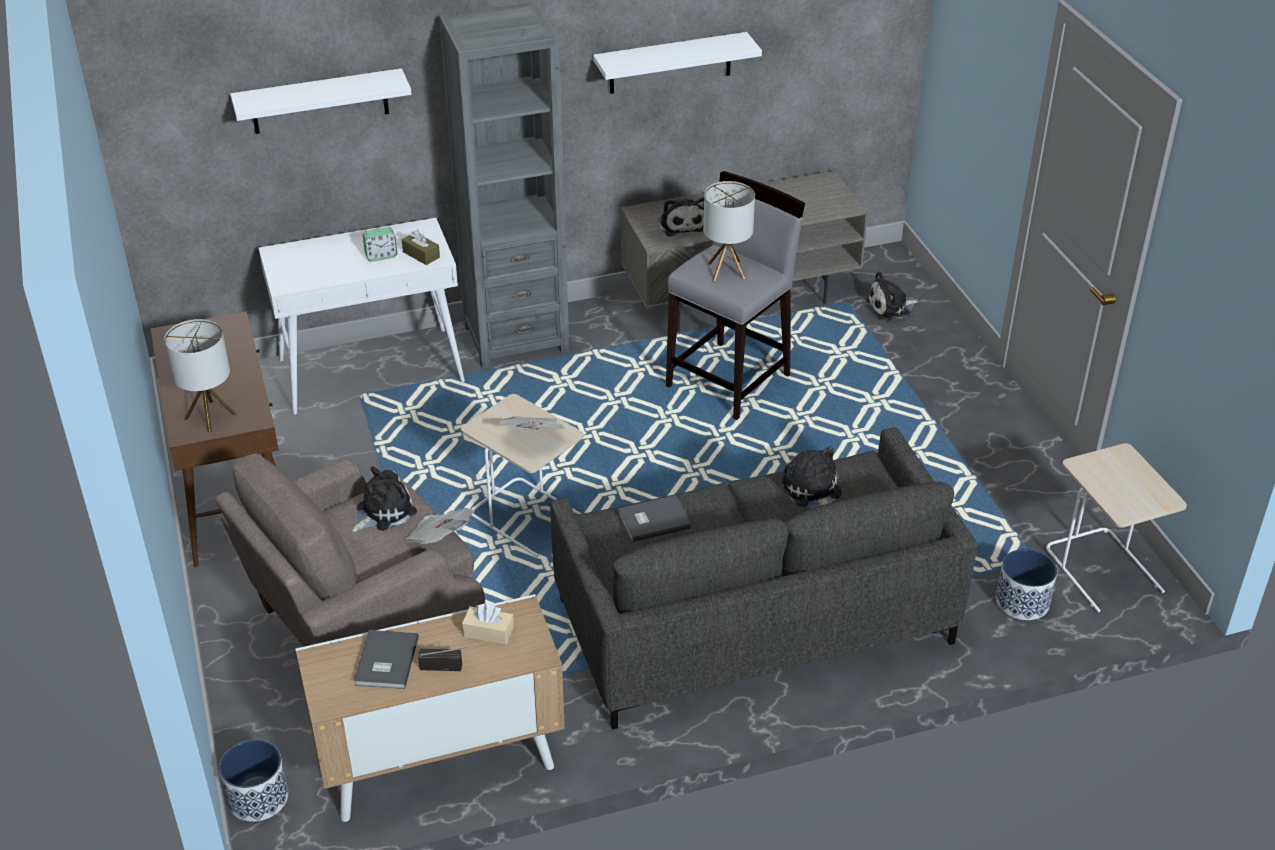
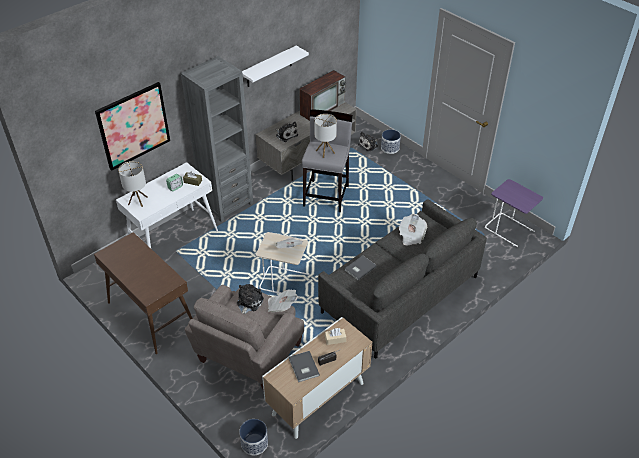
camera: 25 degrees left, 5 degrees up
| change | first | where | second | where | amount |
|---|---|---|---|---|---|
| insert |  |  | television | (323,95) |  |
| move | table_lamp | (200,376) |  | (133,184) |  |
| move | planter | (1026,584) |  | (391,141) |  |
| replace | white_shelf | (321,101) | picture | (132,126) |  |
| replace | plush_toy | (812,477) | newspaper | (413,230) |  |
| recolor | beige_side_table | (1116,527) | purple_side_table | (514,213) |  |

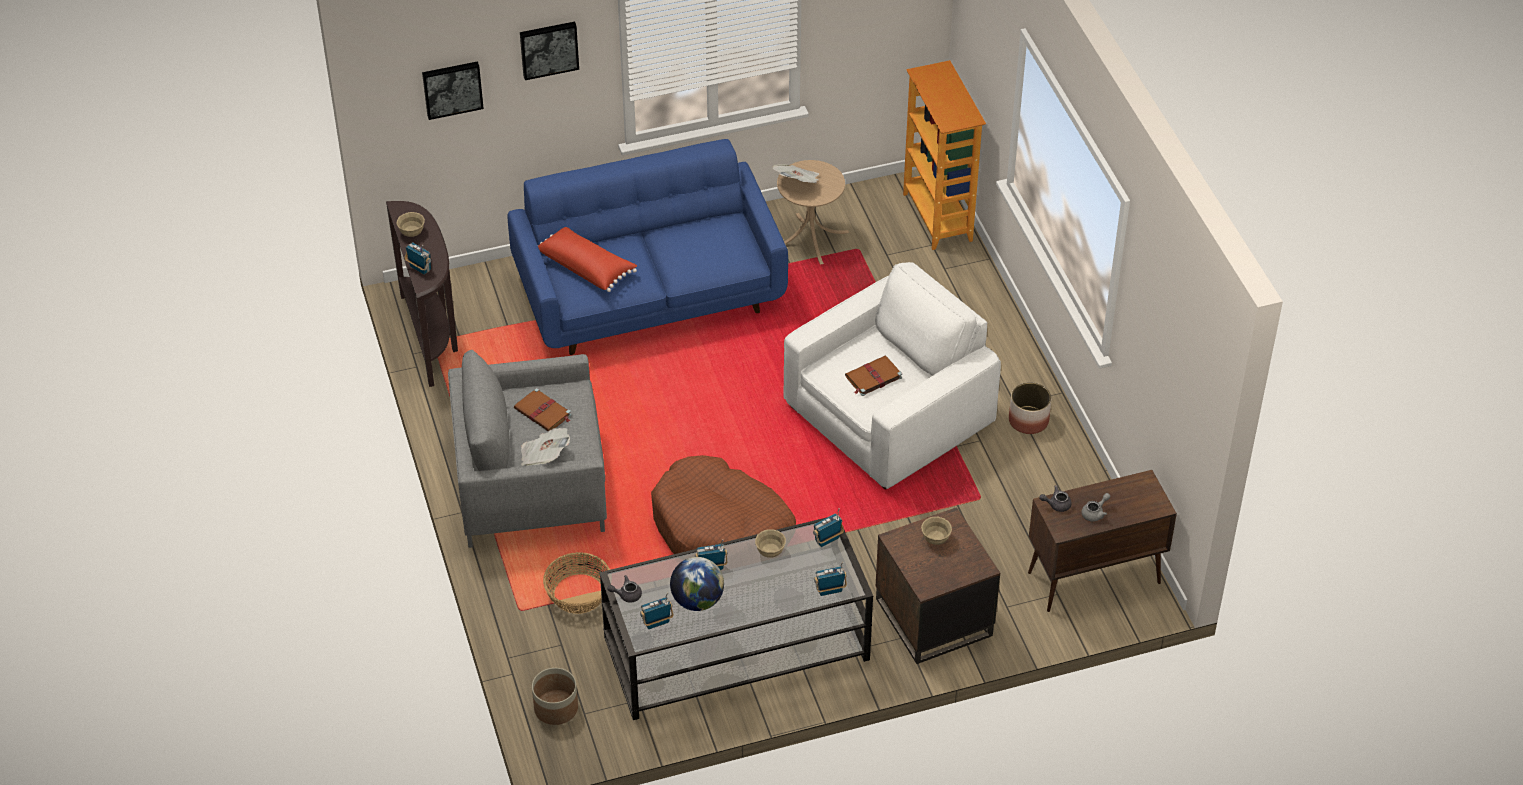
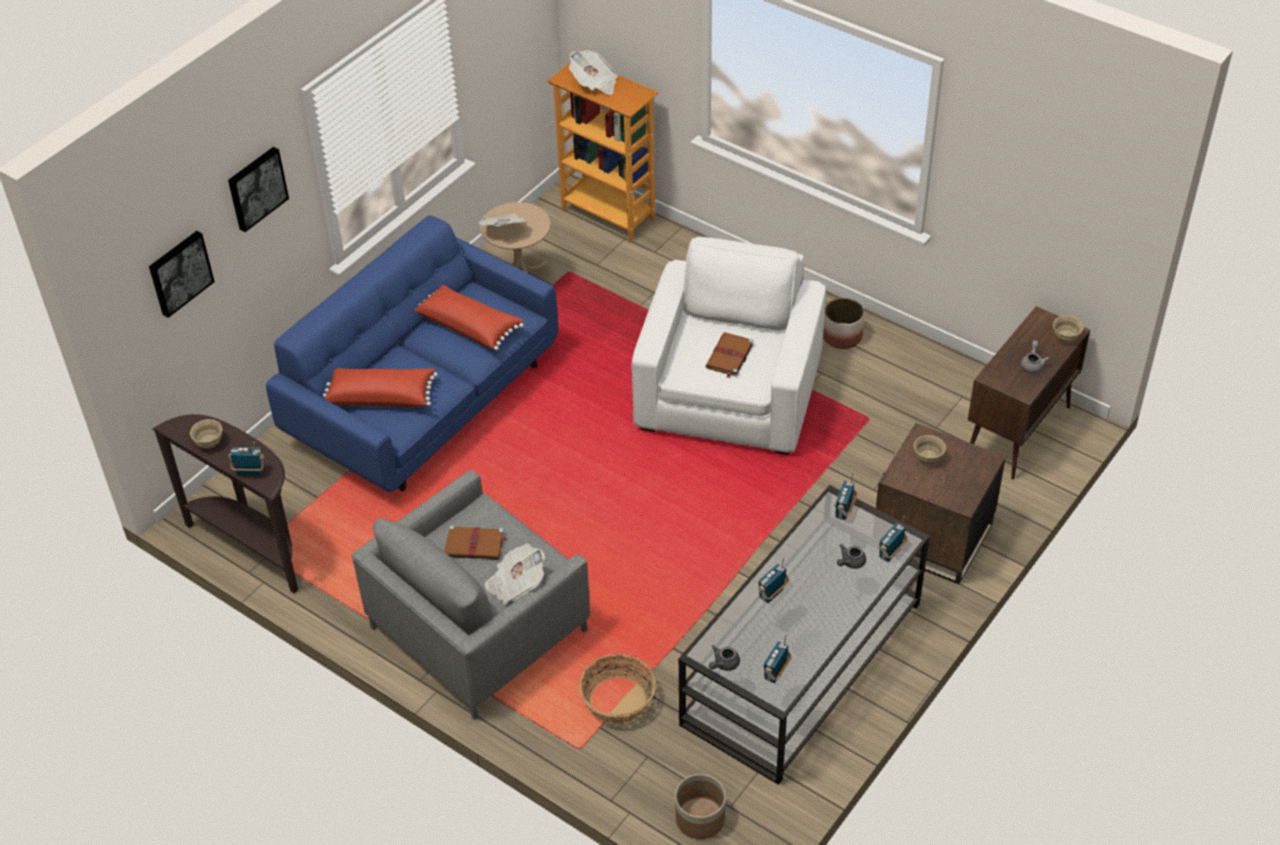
camera: 35 degrees left, 0 degrees up
| change | first | where | second | where | amount |
|---|---|---|---|---|---|
| delete | brown_dog_bed | (723,504) |  |  |  |
| delete | globe | (697,584) |  |  |  |
| insert |  |  | red_pillow | (469,317) |  |
| insert |  |  | newspaper | (593,72) |  |
| move | beige_bowl | (770,543) |  | (1068,328) |  |
| move | grey_teapot | (1055,498) |  | (851,556) |  |

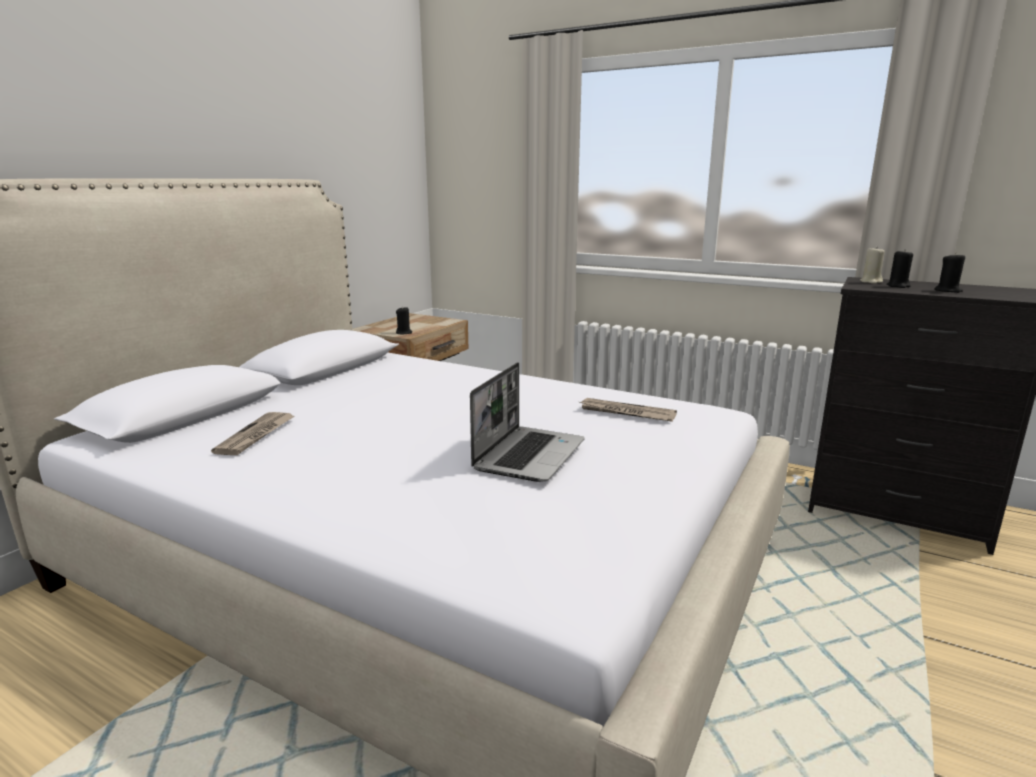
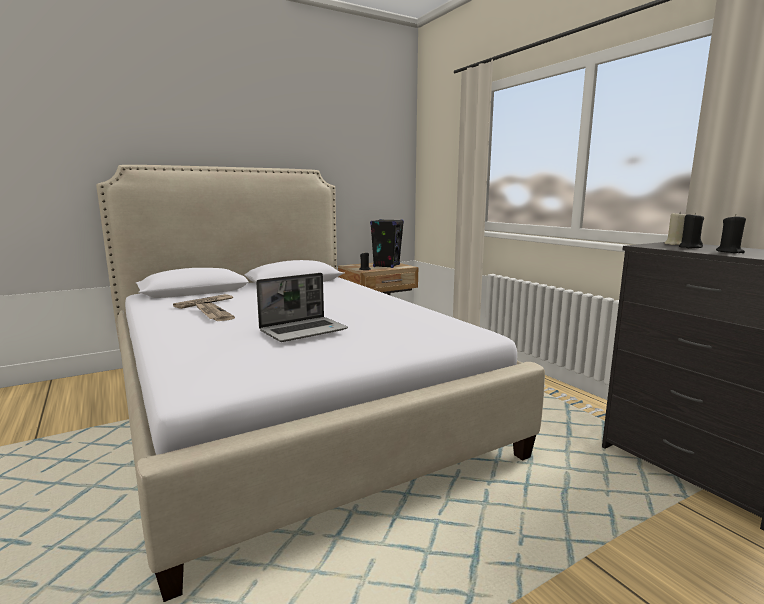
camera: 30 degrees right, 5 degrees down
| change | first | where | second | where | amount |
|---|---|---|---|---|---|
| insert |  |  | black_speaker | (387,243) |  |
| move | newspaper | (628,410) |  | (215,312) |  |

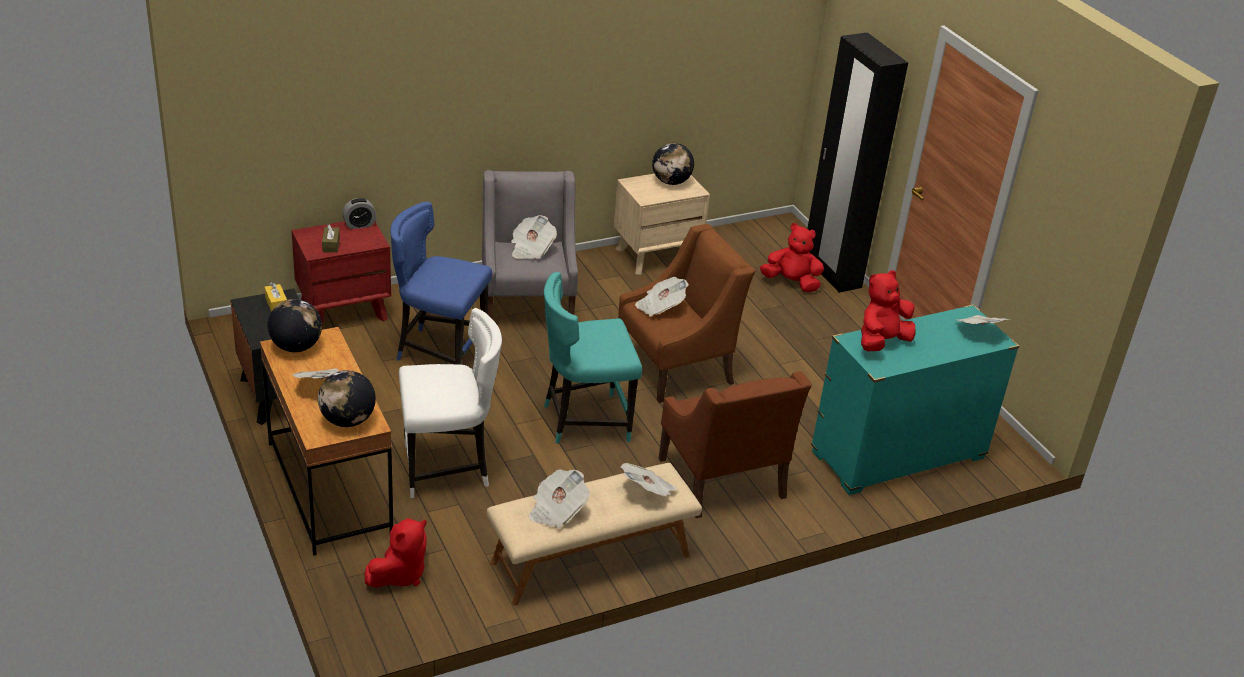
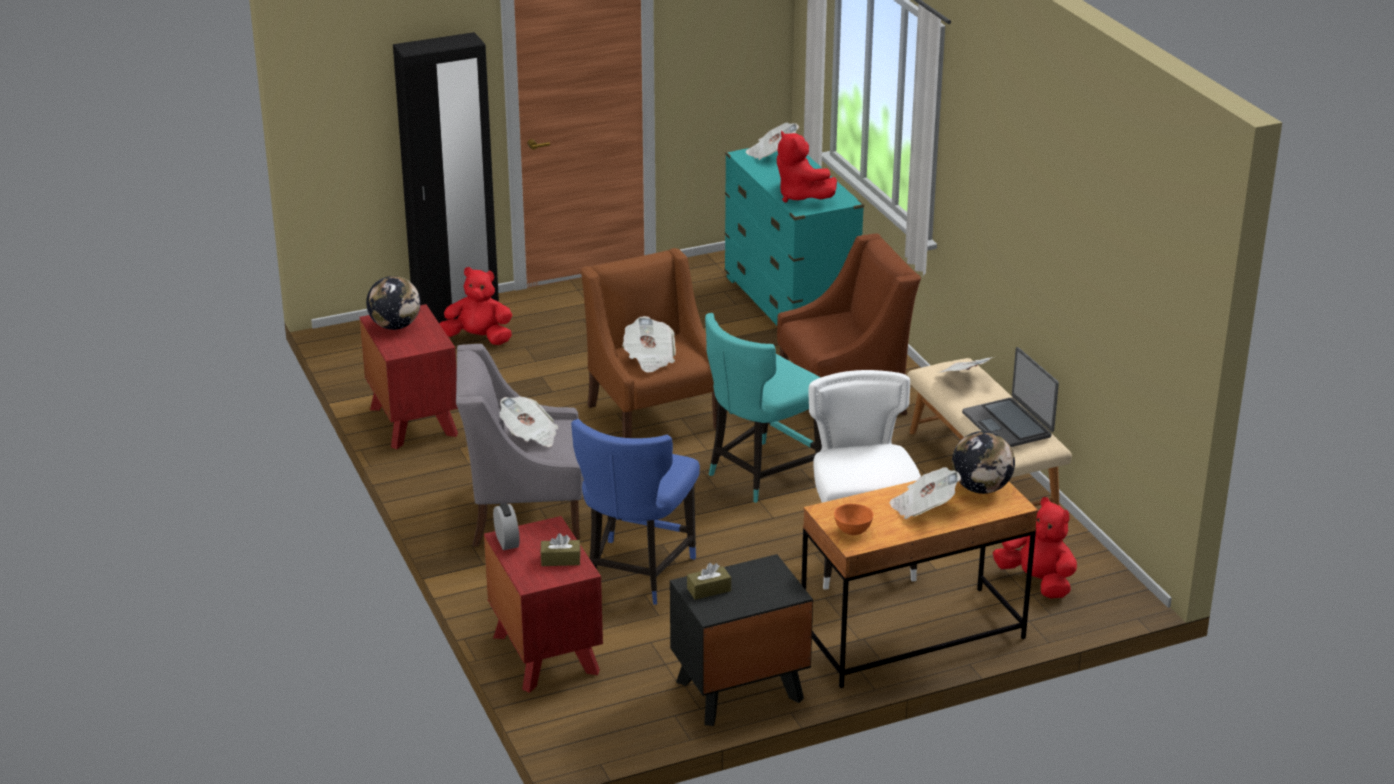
camera: 85 degrees left, 5 degrees down
| change | first | where | second | where | amount |
|---|---|---|---|---|---|
| replace | globe | (294,325) | orange_bowl | (853,519) |  |
| replace | newspaper | (559,498) | laptop | (1010,397) |  |
| recolor | yellow_tissue_box | (275,297) | brown_tissue_box | (709,581) |  |
| recolor | beige_nightstand | (662,224) | red_nightstand | (408,376) |  |
| rotate | turquoise_chair | (593,358) |  | (763,408) | 60 degrees clockwise |
| rotate | red_plush_toy | (792,258) |  | (475,306) | 75 degrees clockwise |

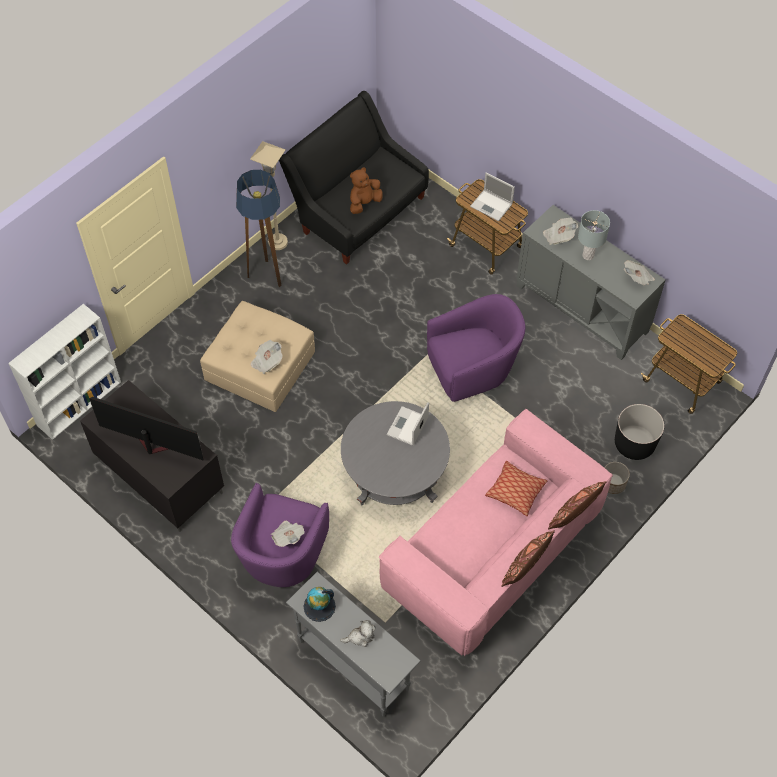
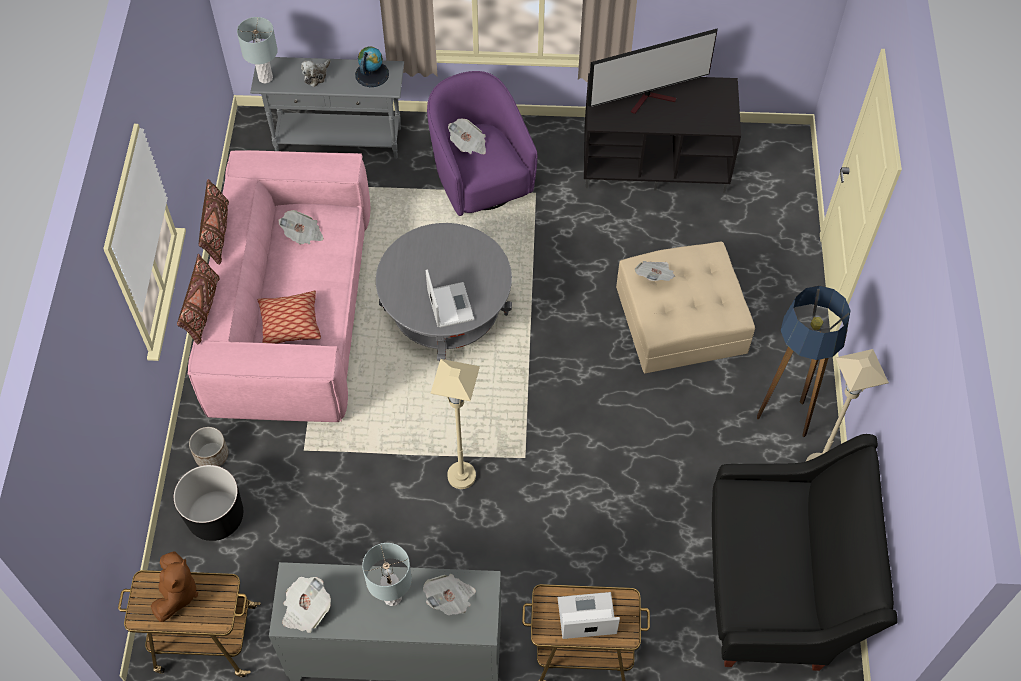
camera: 140 degrees right, 0 degrees up
| change | first | where | second | where | amount |
|---|---|---|---|---|---|
| delete | white_bookcase | (64,372) |  |  |  |
| insert |  |  | grey_table_lamp | (257,50) |  |
| insert |  |  | newspaper | (301,227) |  |
| move | brown_plush_toy | (366,190) |  | (174,586) |  |
| replace | purple_armchair | (476,348) | beige_floor_lamp | (455,424) |  |

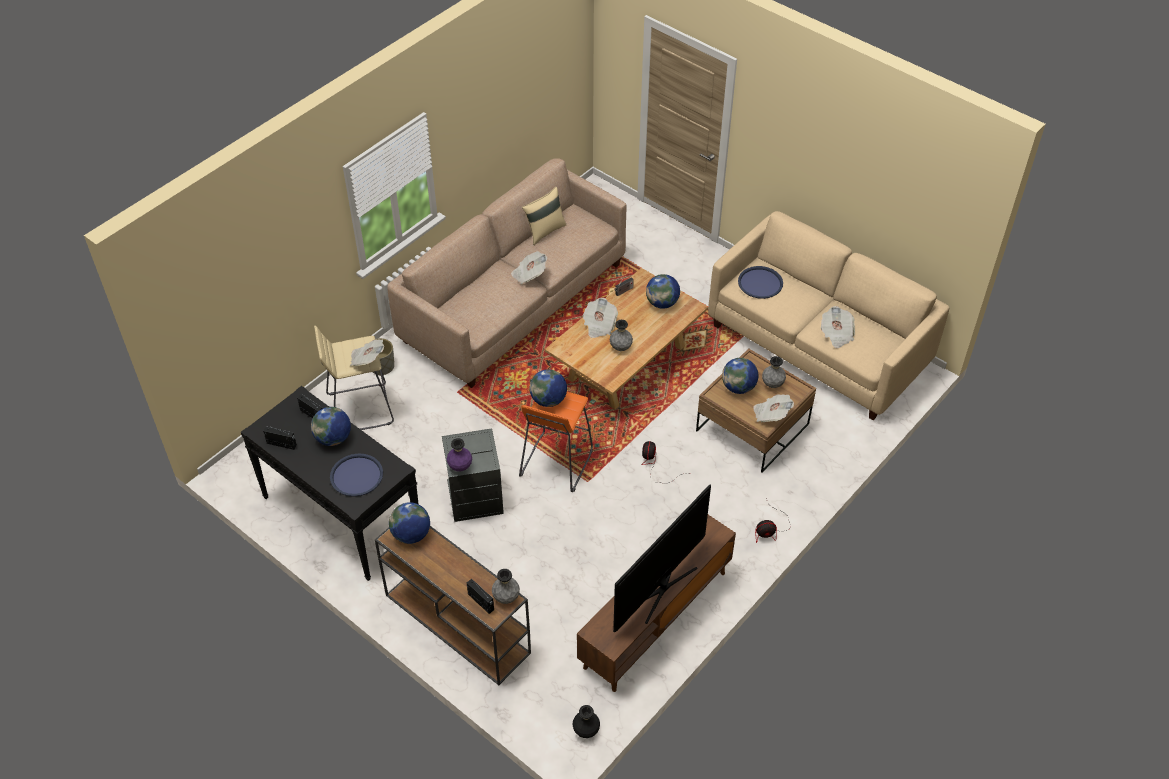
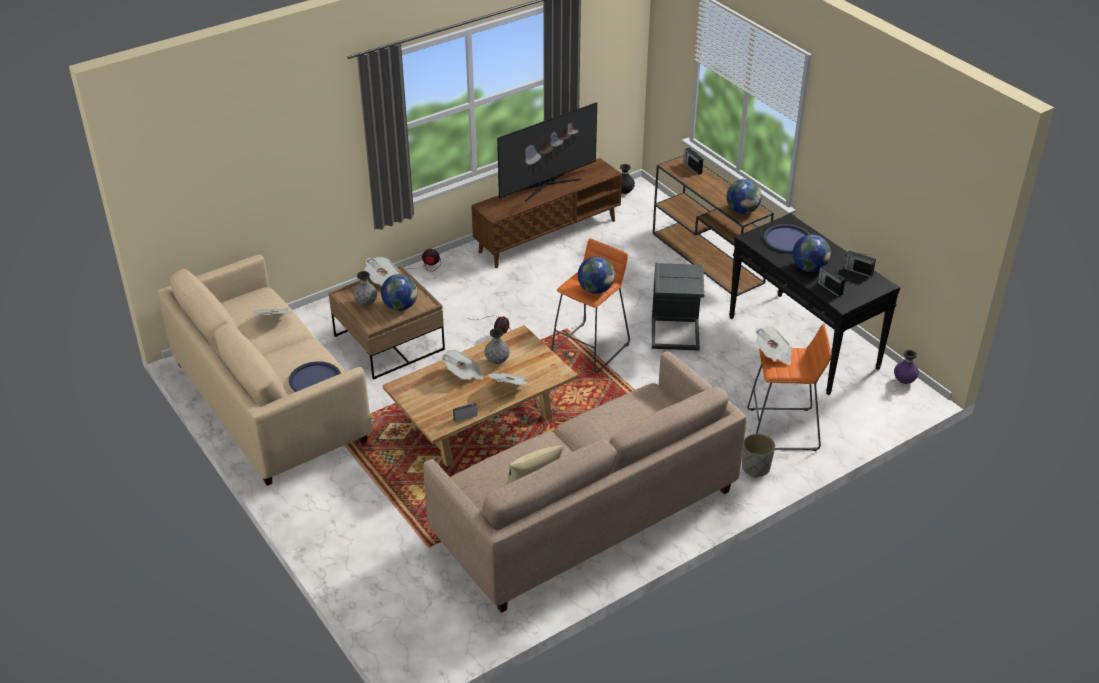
camera: 165 degrees left, 10 degrees down
| change | first | where | second | where | amount |
|---|---|---|---|---|---|
| delete | grey_vase | (506,586) |  |  |  |
| delete | globe | (663,291) |  |  |  |
| move | purple_vase | (459,455) |  | (906,367) |  |
| move | newspaper | (529,267) |  | (462,365) |  |
| recolor | beige_stool | (354,378) | orange_stool | (789,387) |  |

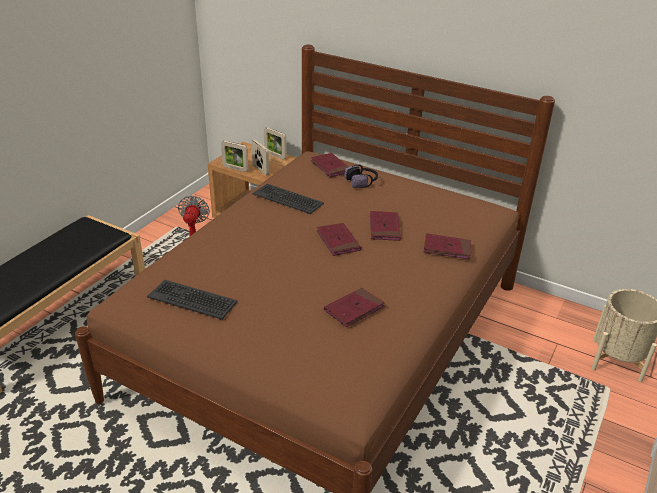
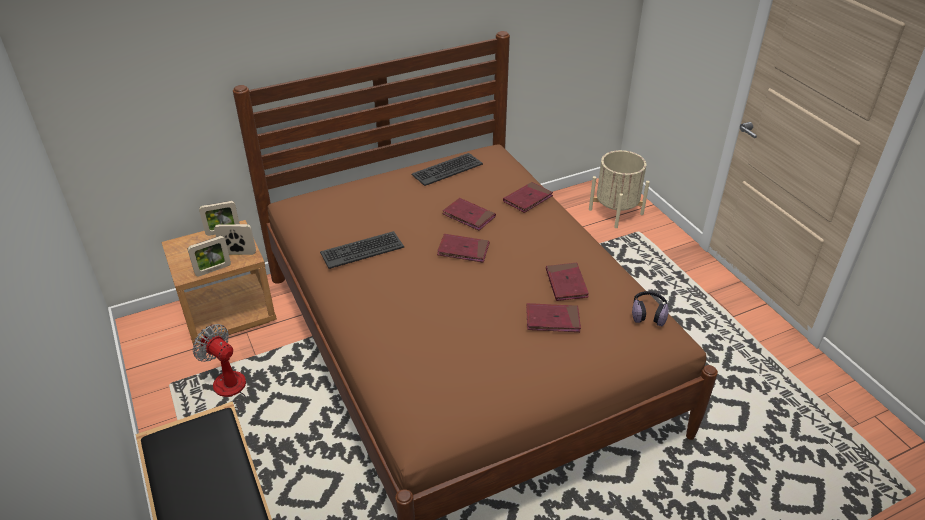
camera: 55 degrees left, 5 degrees up
| change | first | where | second | where | amount |
|---|---|---|---|---|---|
| move | keyboard | (192,300) |  | (447,169) |  |
| move | red_book | (330,165) |  | (553,317) |  |
| move | headphones | (361,176) |  | (650,308) |  |

